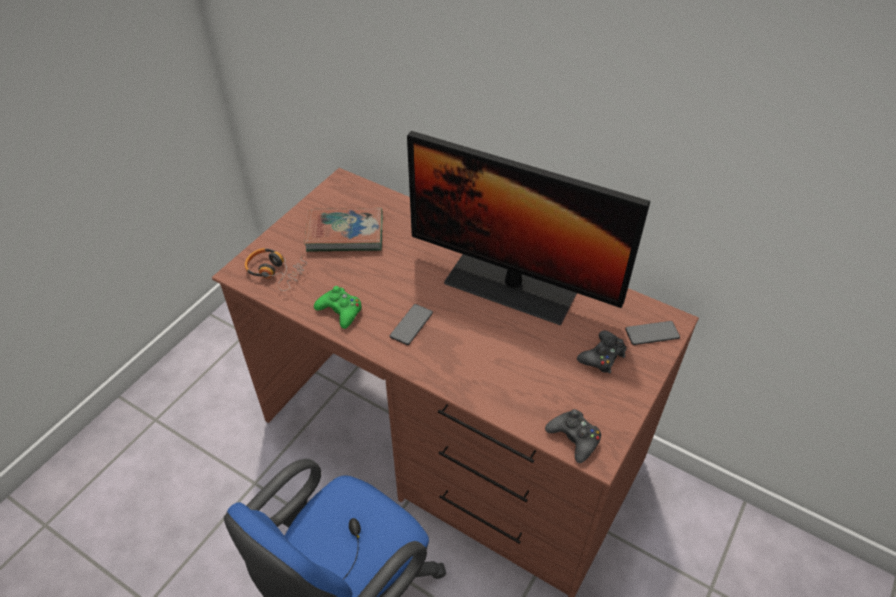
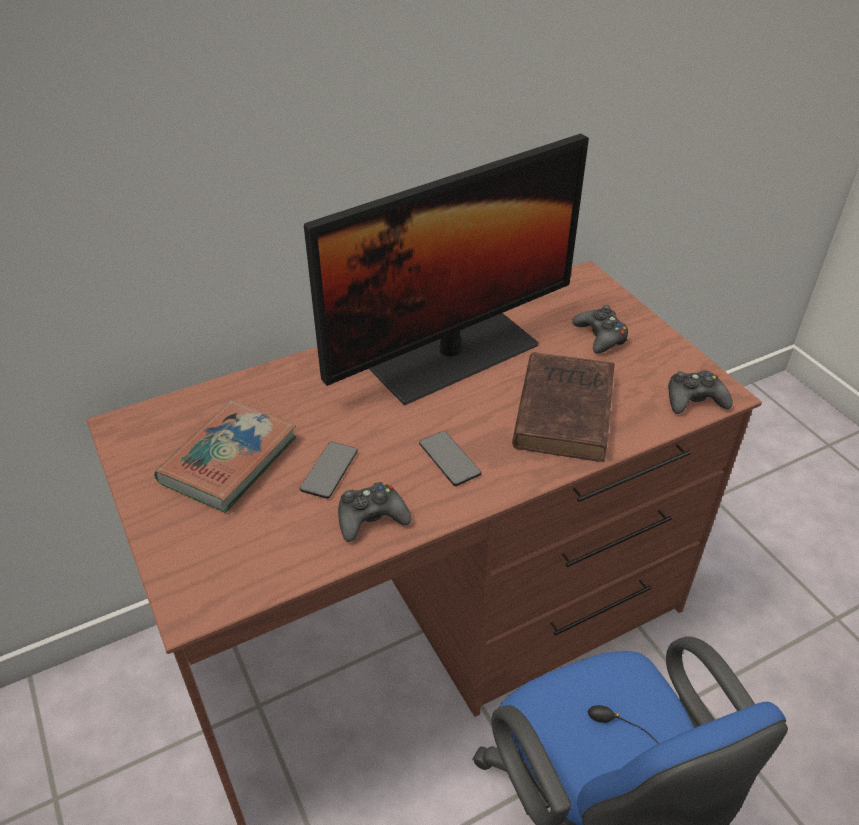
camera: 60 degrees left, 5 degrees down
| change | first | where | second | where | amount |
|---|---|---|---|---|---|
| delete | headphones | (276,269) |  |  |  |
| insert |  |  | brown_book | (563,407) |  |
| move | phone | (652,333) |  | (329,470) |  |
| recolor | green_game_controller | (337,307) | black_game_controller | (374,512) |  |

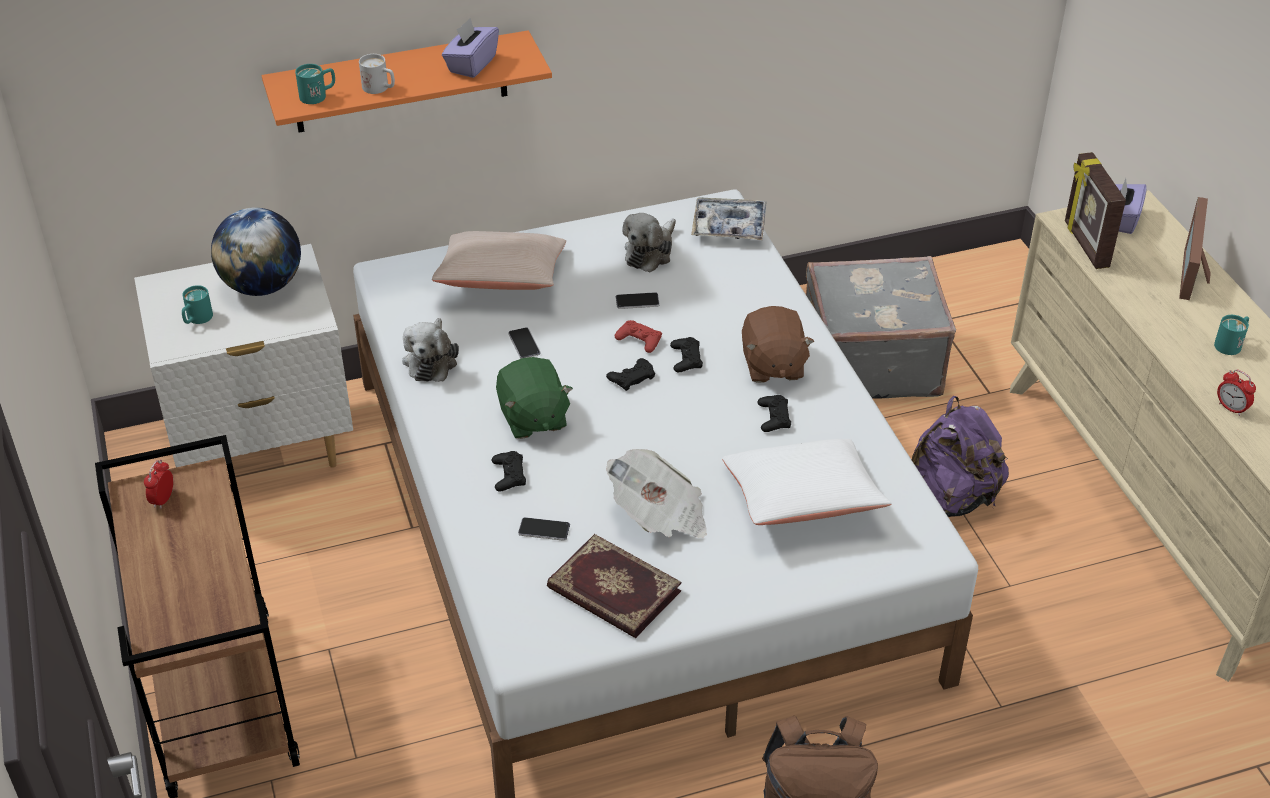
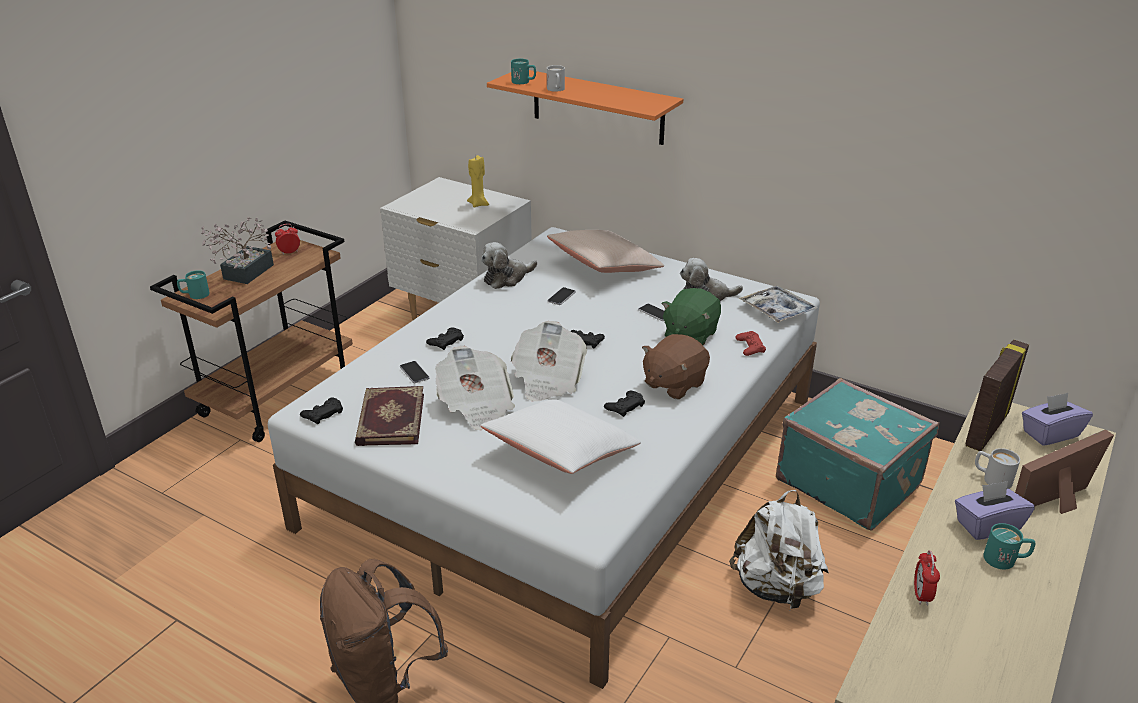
camera: 50 degrees right, 10 degrees down
| change | first | where | second | where | amount |
|---|---|---|---|---|---|
| insert |  |  | potted_plant | (237,250) |  |
| insert |  |  | newspaper | (549,361) |  |
| insert |  |  | white_mug | (997,468) |  |
| move | turquoise_mug | (197,304) |  | (193,284) |  |
| move | purple_tissue_box | (470,48) |  | (995,510) |  |
| move | green_plush_toy | (534,398) |  | (691,316) |  |
| move | red_game_controller | (638,336) |  | (750,343) |  |
| move | black_game_controller | (686,354) |  | (321,410) |  |
| replace | globe | (256,252) | yellow_candle | (478,181) |  |
| recolor | grey_suitcase | (881,327) | turquoise_suitcase | (857,454) |  |
| recolor | purple_backpack | (960,456) | white_backpack | (779,549) |  |

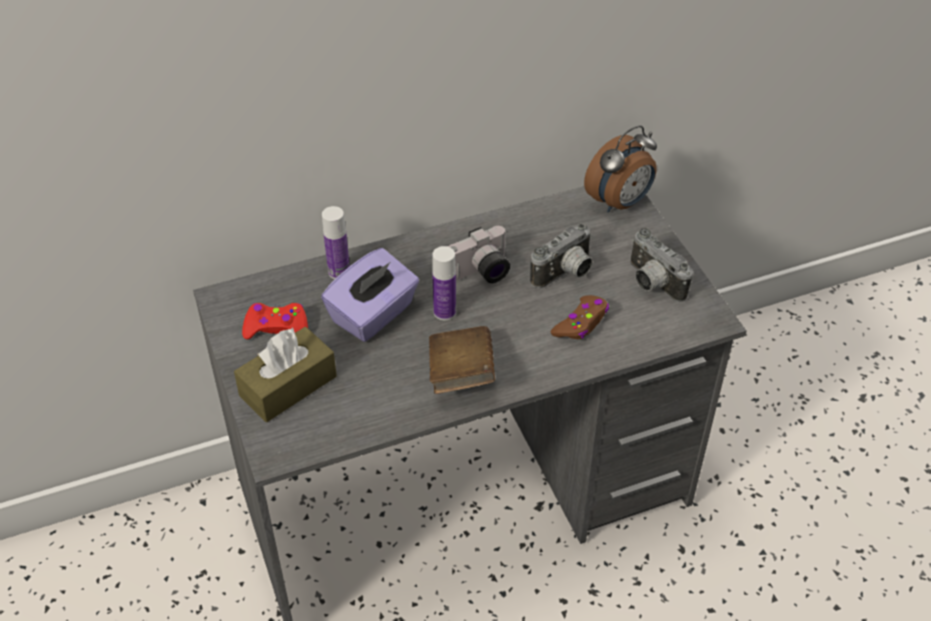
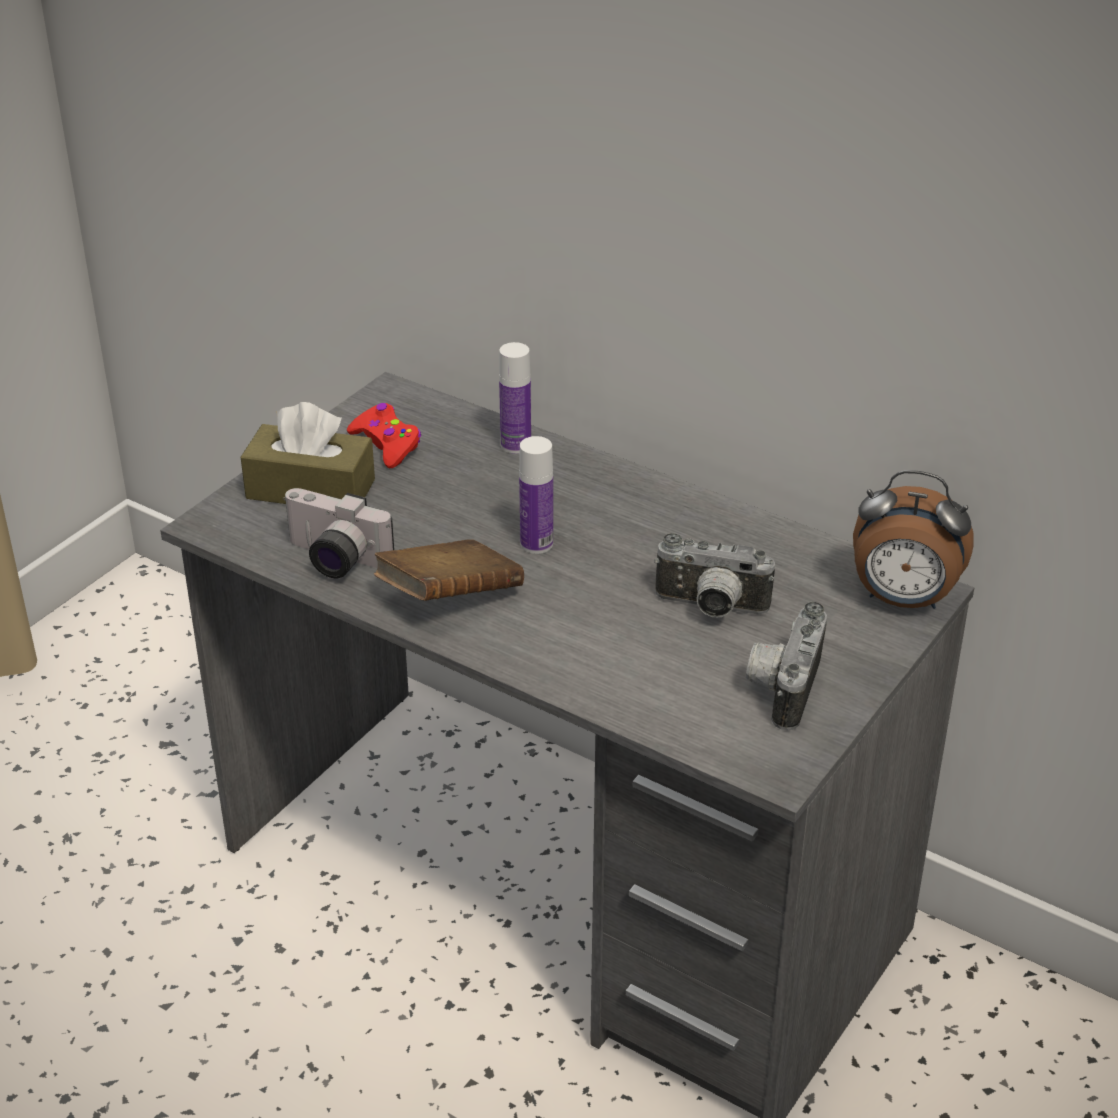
camera: 55 degrees right, 10 degrees down
| change | first | where | second | where | amount |
|---|---|---|---|---|---|
| delete | purple_tissue_box | (370,295) |  |  |  |
| delete | brown_game_controller | (580,317) |  |  |  |
| move | photo_camera | (478,254) |  | (338,533) |  |

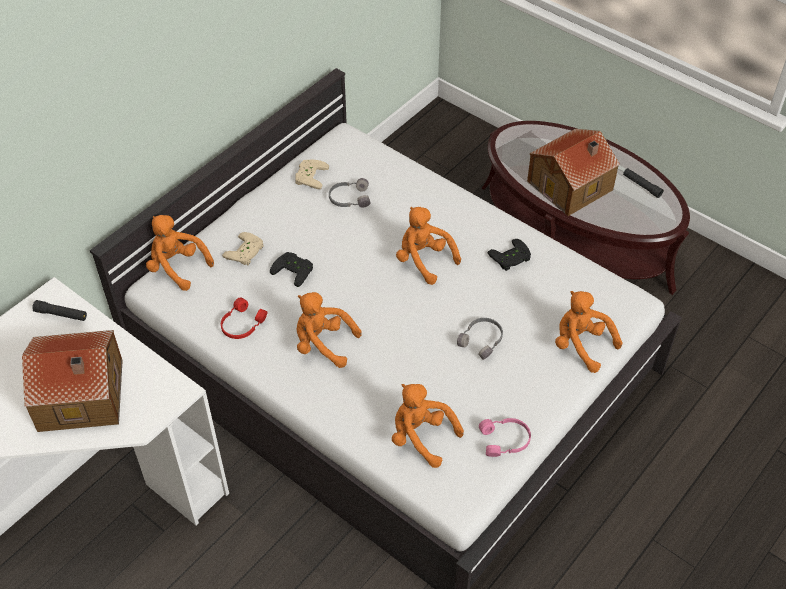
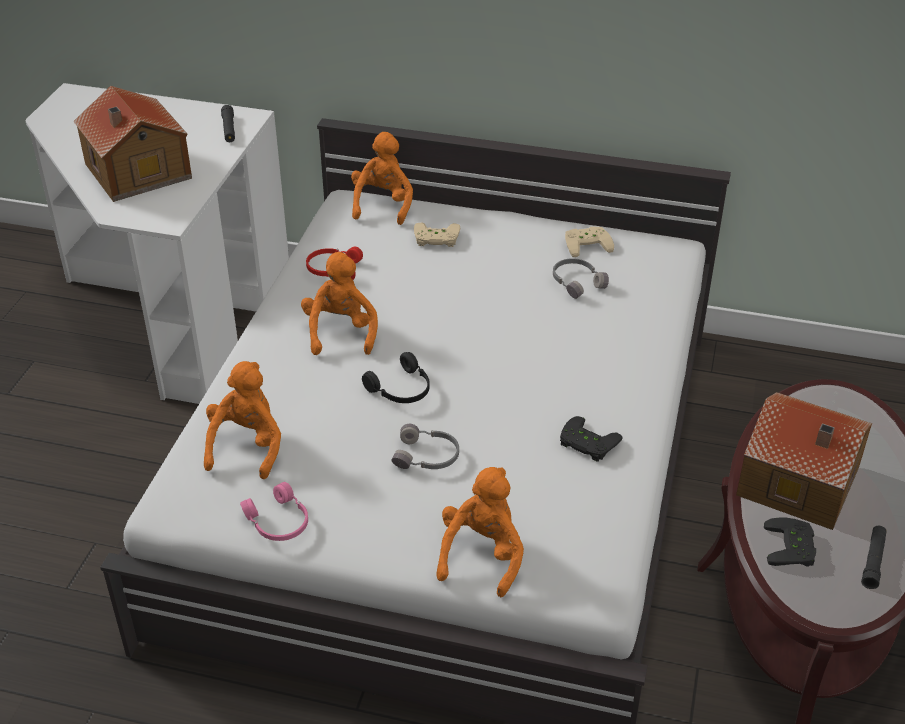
camera: 65 degrees right, 10 degrees down
| change | first | where | second | where | amount |
|---|---|---|---|---|---|
| delete | orange_plush_toy | (428,246) |  |  |  |
| insert |  |  | black_headphones | (396,377) |  |
| move | black_game_controller | (291,269) |  | (790,542) |  |

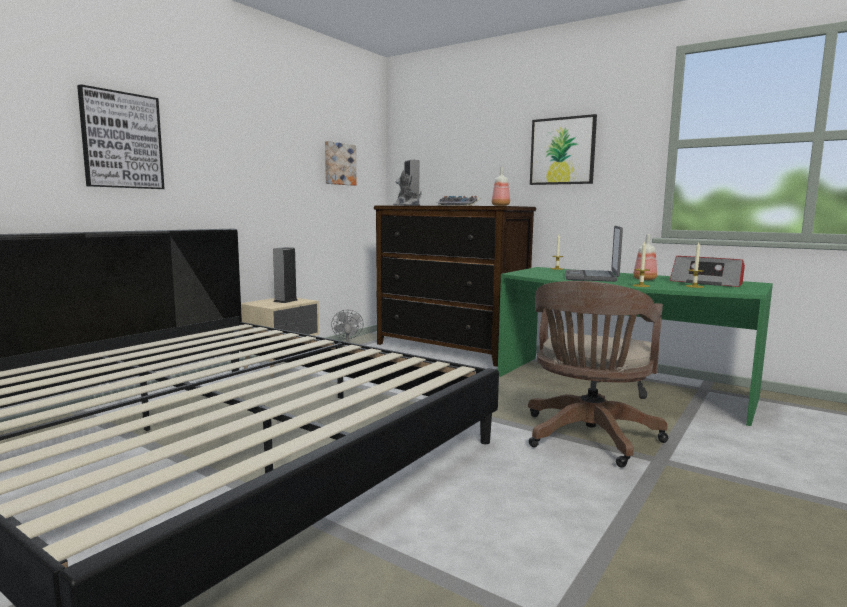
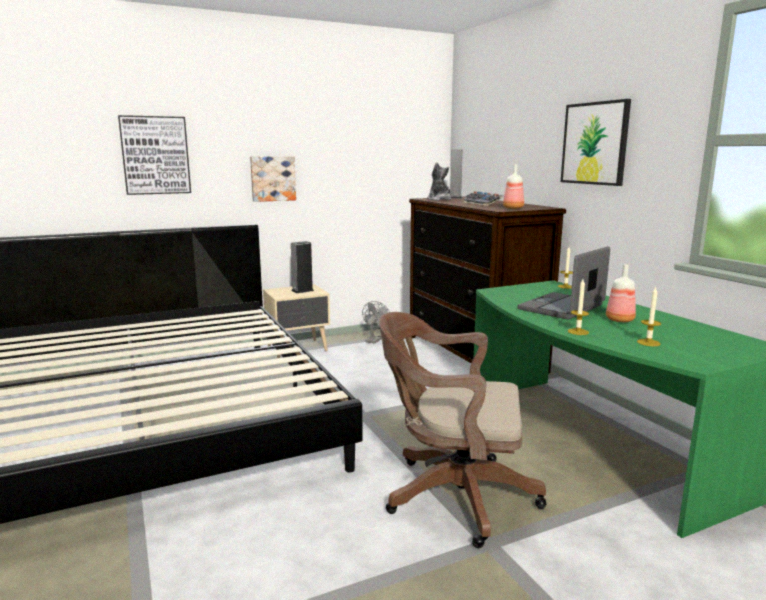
camera: 30 degrees right, 5 degrees up
| change | first | where | second | where | amount |
|---|---|---|---|---|---|
| delete | radio | (707,271) |  |  |  |
| move | picture | (341,163) |  | (273,179) |  |
| rotate | brown_office_chair | (598,374) |  | (462,430) | 45 degrees clockwise |

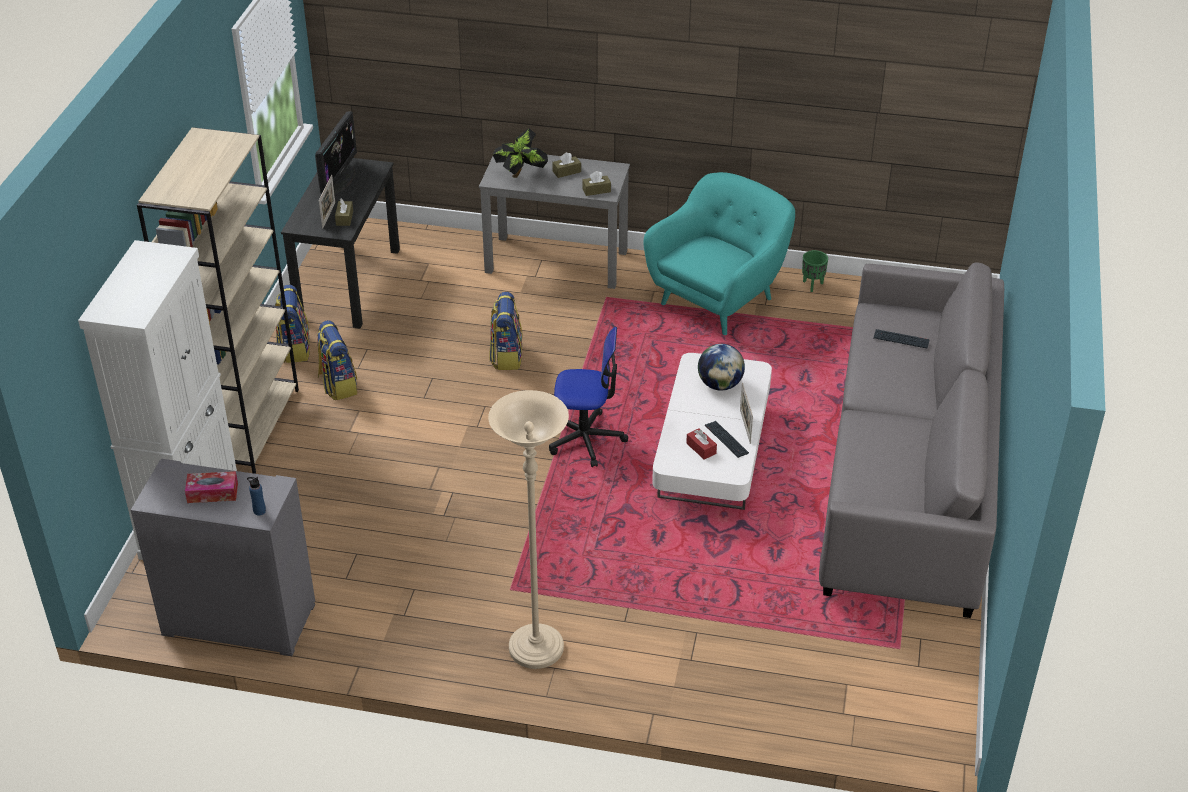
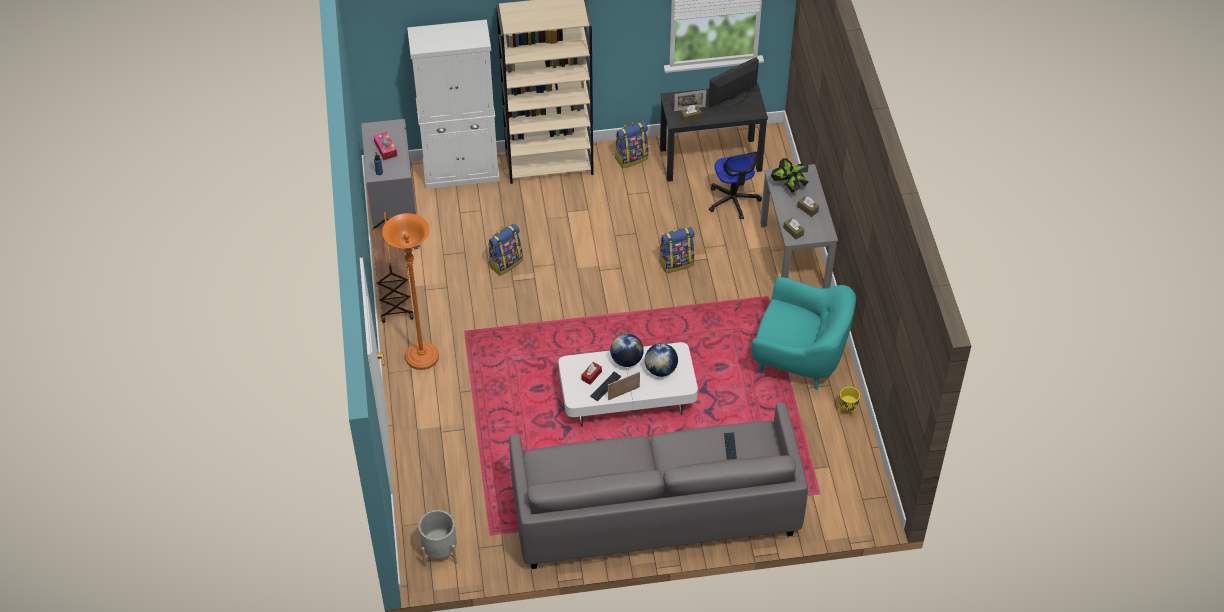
camera: 70 degrees right, 10 degrees up
| change | first | where | second | where | amount |
|---|---|---|---|---|---|
| insert |  |  | brown_cart | (393,267) |  |
| insert |  |  | grey_planter | (438,538) |  |
| insert |  |  | globe | (627,350) |  |
| move | backpack | (337,360) |  | (505,250) |  |
| move | office_chair | (588,397) |  | (735,185) |  |
| recolor | beige_floor_lamp | (528,529) | orange_floor_lamp | (410,291) |  |
| recolor | green_planter | (815,271) | yellow_planter | (849,402) |  |
| rotate | monitor | (336,152) |  | (733,82) | 150 degrees clockwise |

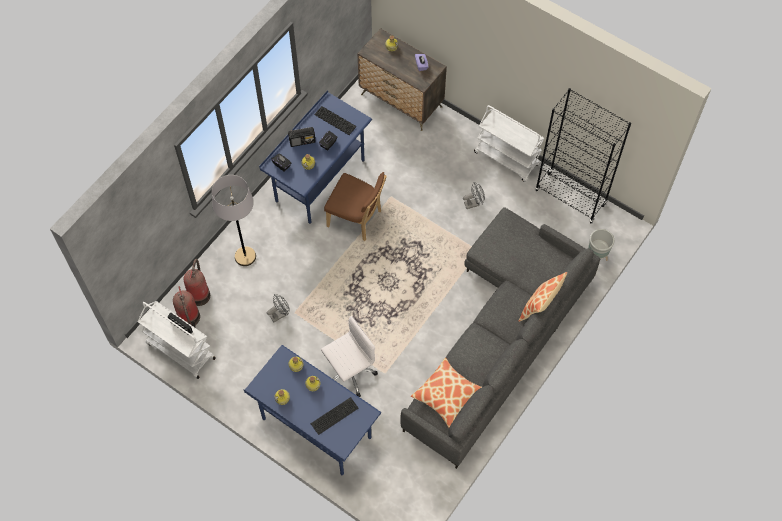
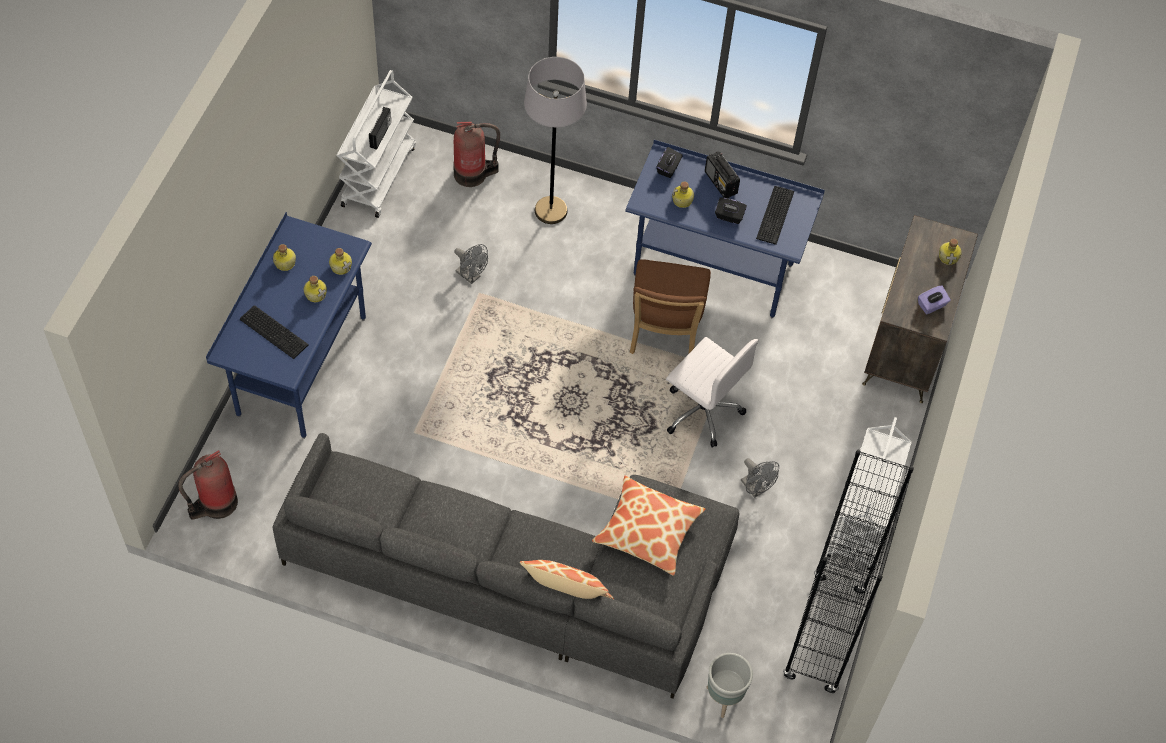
camera: 70 degrees right, 5 degrees down
| change | first | where | second | where | amount |
|---|---|---|---|---|---|
| move | fire_extinguisher | (186,307) |  | (208,485) |  |
| move | white_office_chair | (349,356) |  | (712,392) |  |
| move | pillow | (446,392) |  | (648,526) |  |

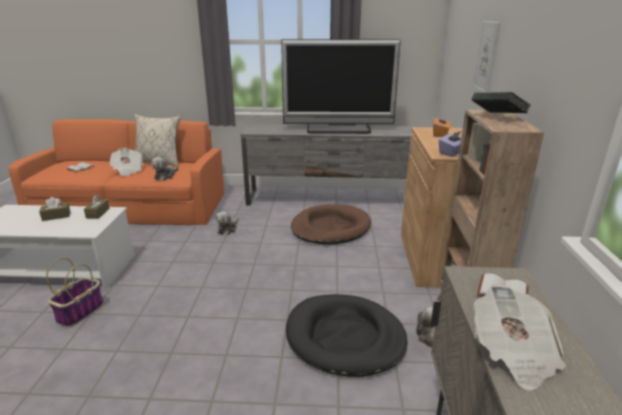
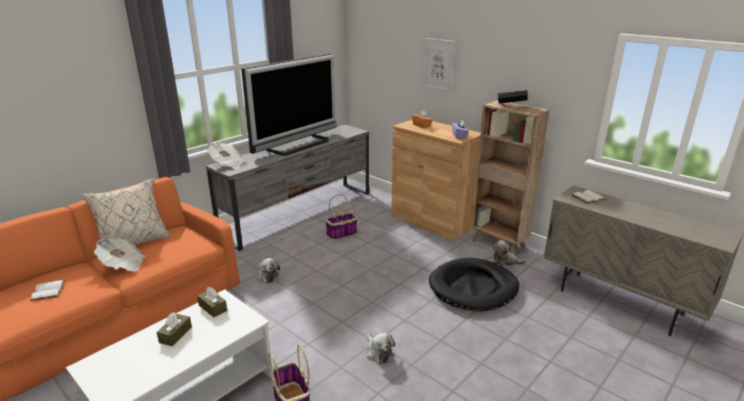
camera: 50 degrees left, 0 degrees up
| change | first | where | second | where | amount |
|---|---|---|---|---|---|
| move | plush_toy | (164,169) |  | (381,348) |  |
| move | newspaper | (520,337) |  | (225,155) |  |
| replace | brown_dog_bed | (331,224) | basket | (341,217) |  |

